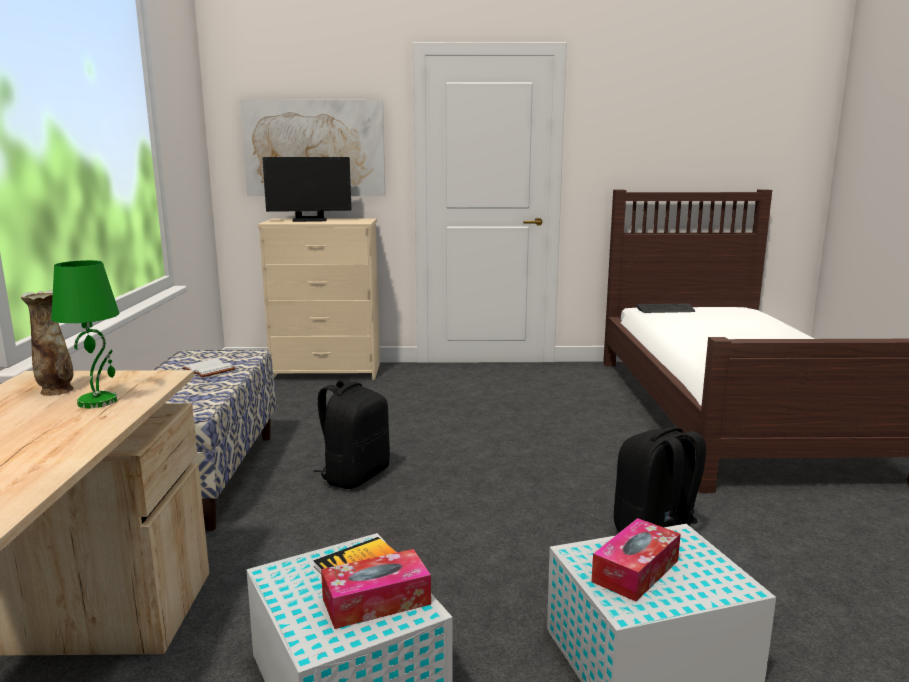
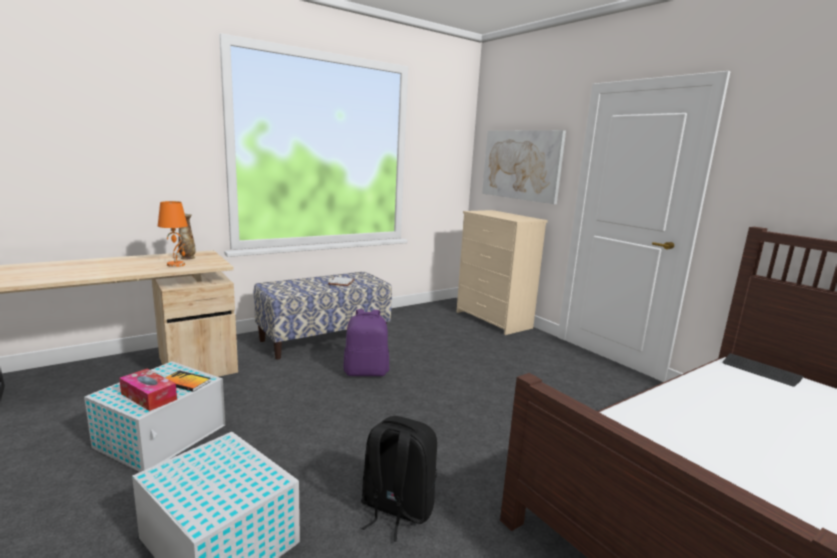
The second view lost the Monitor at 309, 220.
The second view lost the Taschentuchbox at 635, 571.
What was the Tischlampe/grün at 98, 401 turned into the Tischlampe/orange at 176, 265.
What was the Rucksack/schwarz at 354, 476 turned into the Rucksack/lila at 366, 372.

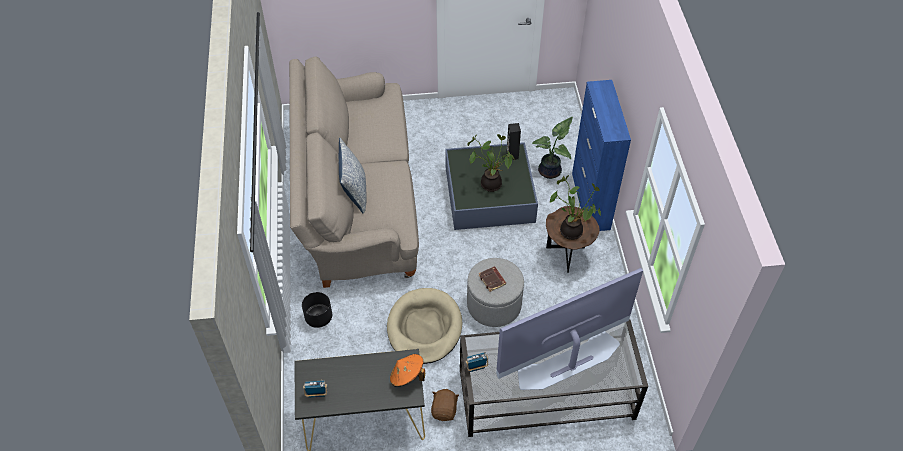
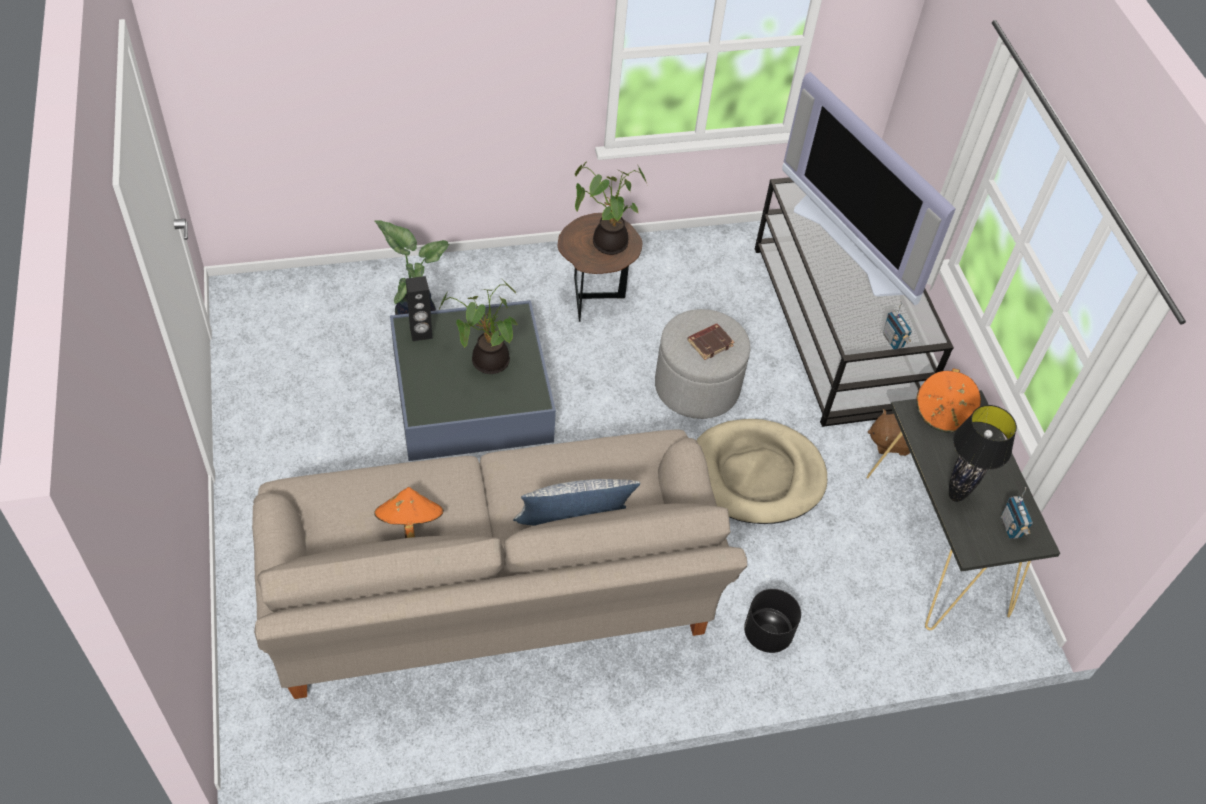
The second view lost the Schrank/blau at 590, 201.
The second view gained the Hut/orange at 409, 524.
The second view gained the Tischlampe/schwarz at 955, 496.

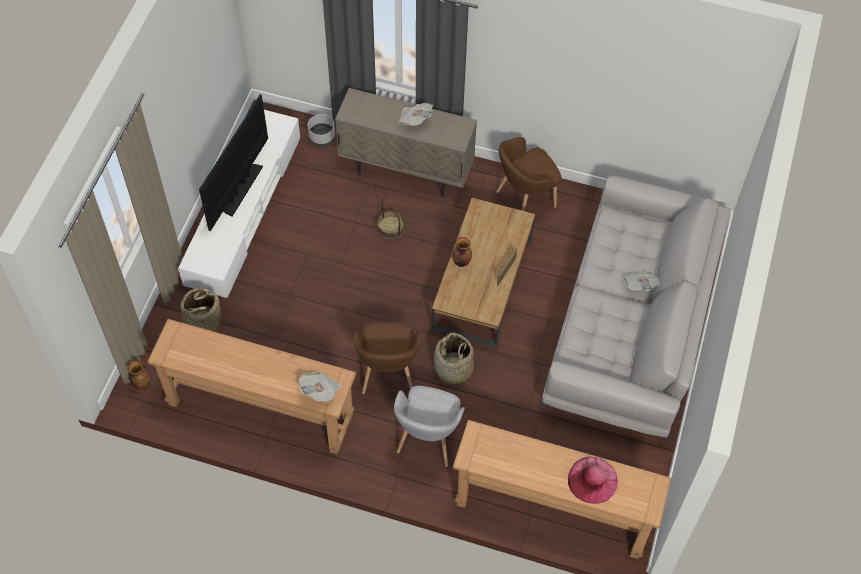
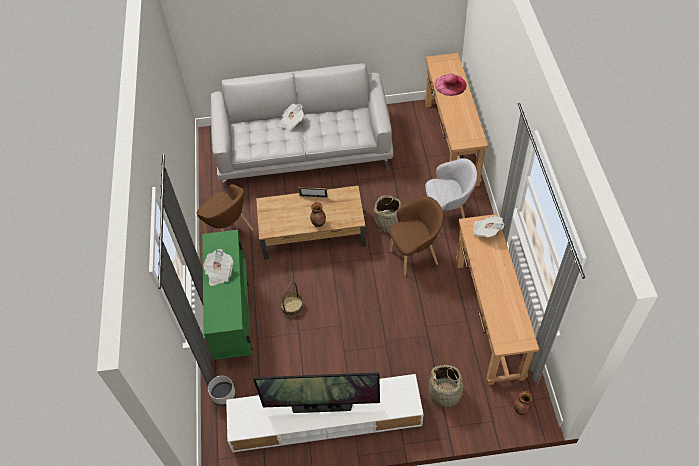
What was the Schrank/beige at 406, 172 turned into the Schrank/grün at 234, 318.

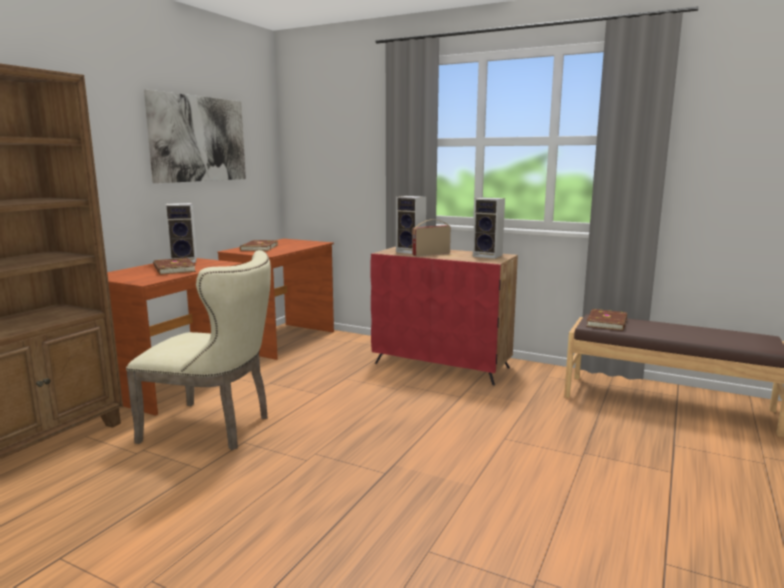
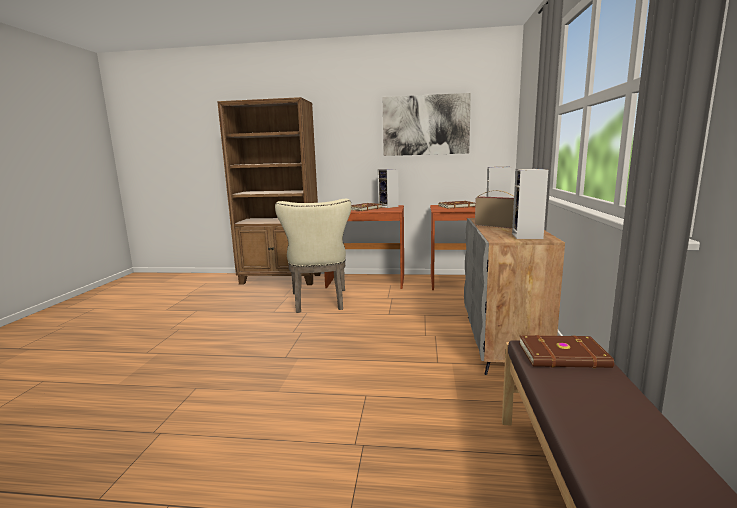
What was the Schrank/rot at 442, 365 turned into the Schrank/grau at 502, 342.

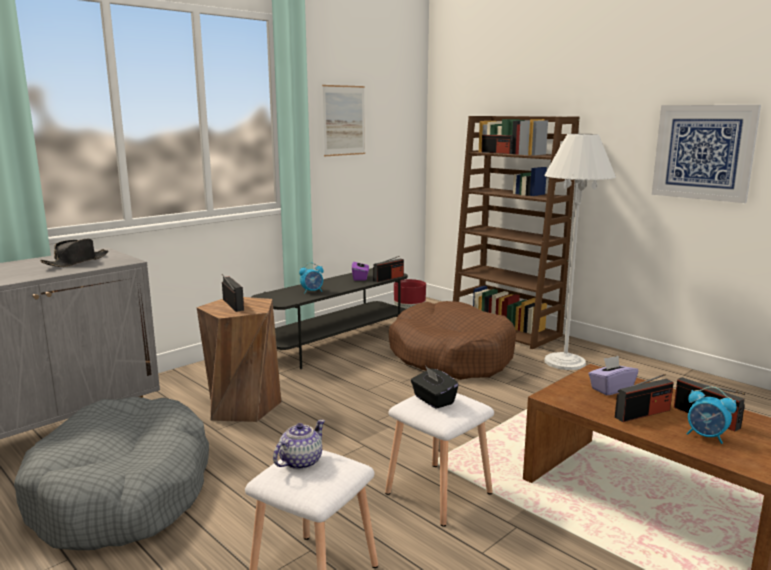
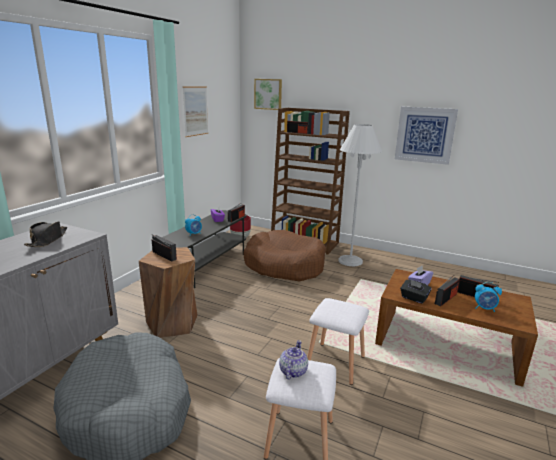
The second view gained the Bild at 268, 94.
The Taschentuchbox/schwarz ended up elsewhere, having gone from 433, 400 to 414, 298.

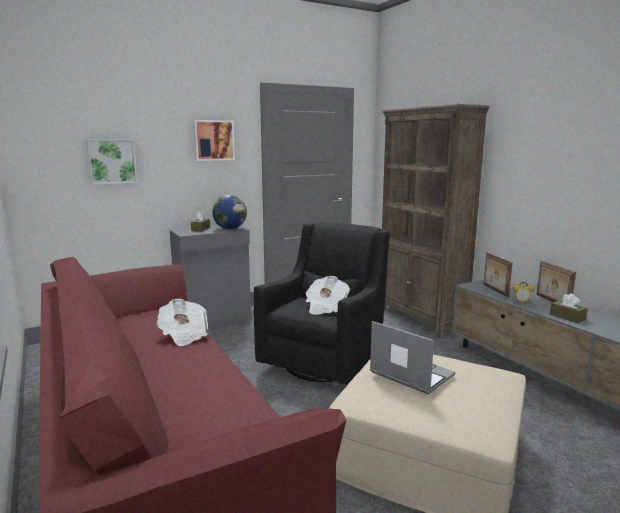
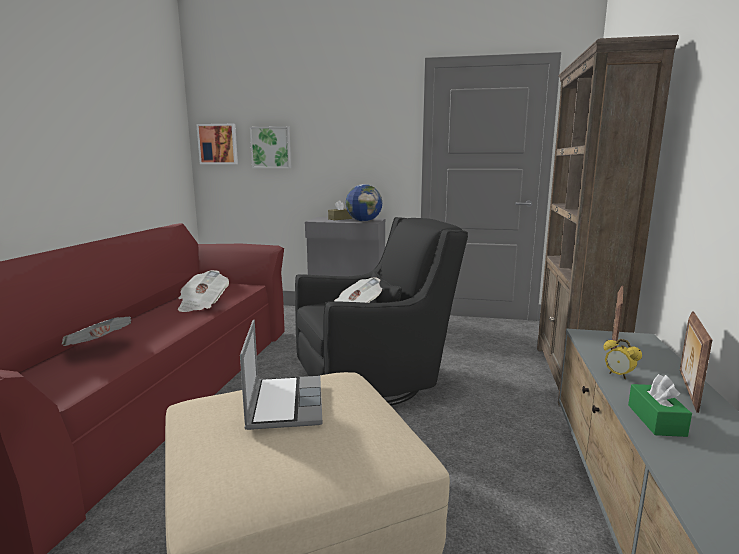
The second view gained the Zeitung at 99, 348.
The Bild ended up elsewhere, having gone from 213, 140 to 218, 144.
What was the Taschentuchbox/braun at 567, 317 turned into the Taschentuchbox/grün at 656, 420.

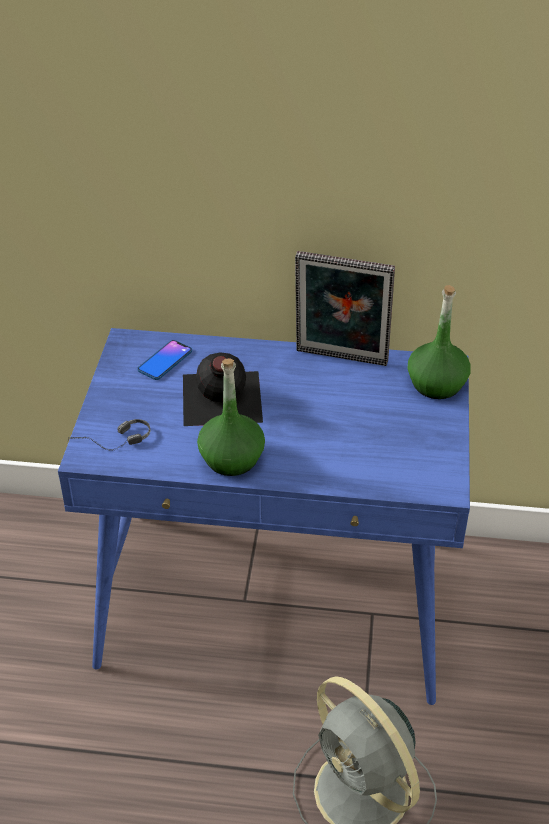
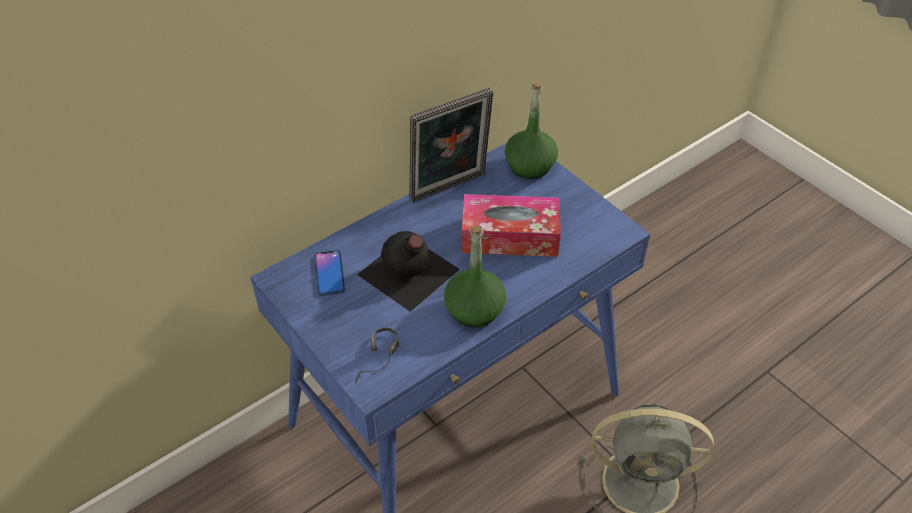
The second view gained the Taschentuchbox at 509, 236.

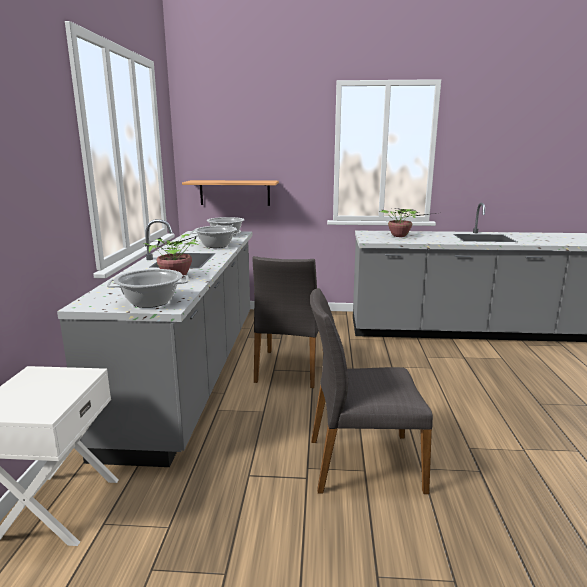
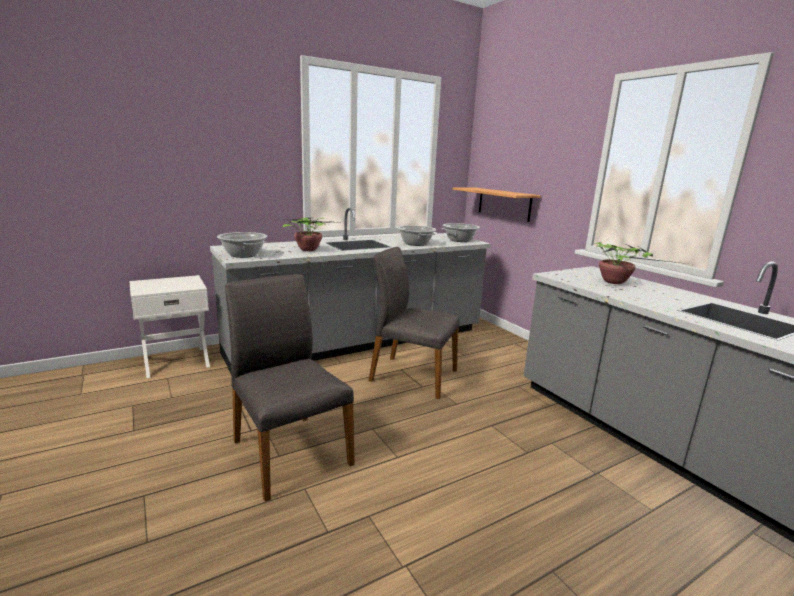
The Stuhl/grau at 290, 369 ended up facing another way, 45 degrees clockwise from before.

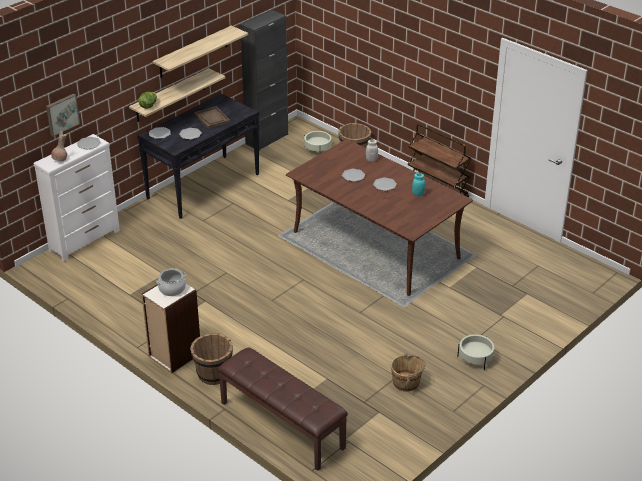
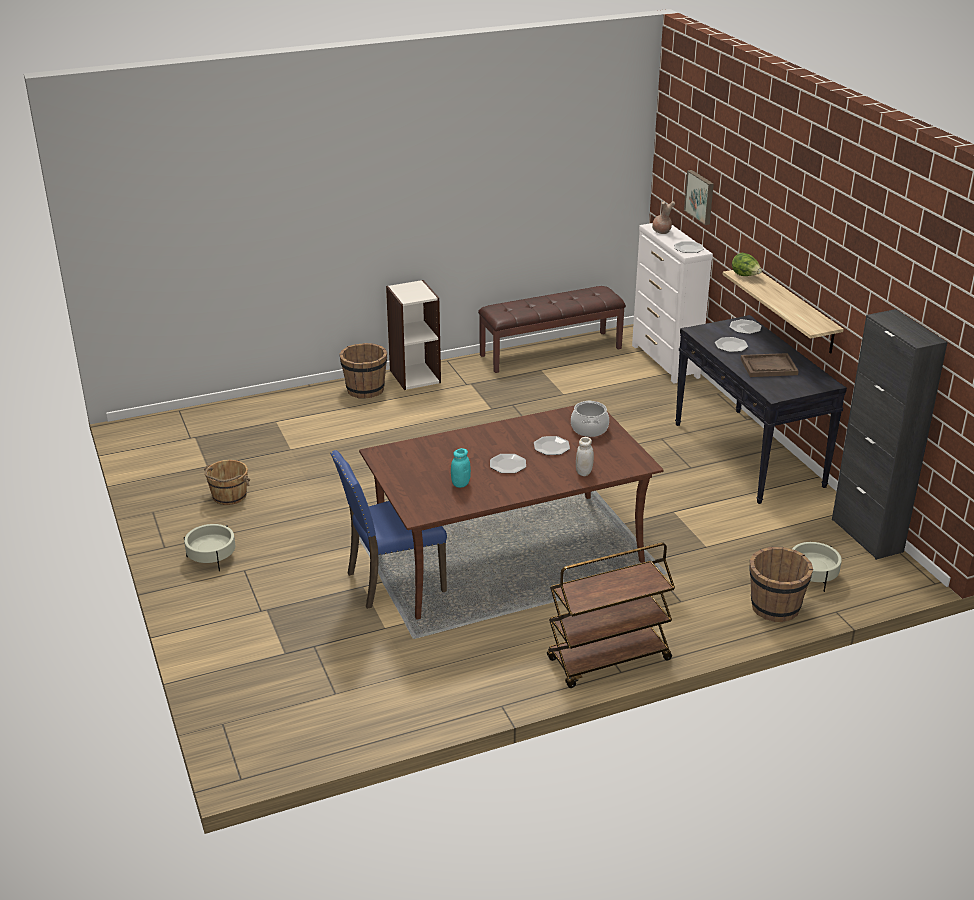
The second view lost the Wandregal at 193, 52.
The second view gained the Stuhl/blau at 393, 581.
The Kochtopf ended up elsewhere, having gone from 172, 289 to 589, 429.
The Bank/braun ended up elsewhere, having gone from 281, 425 to 550, 351.

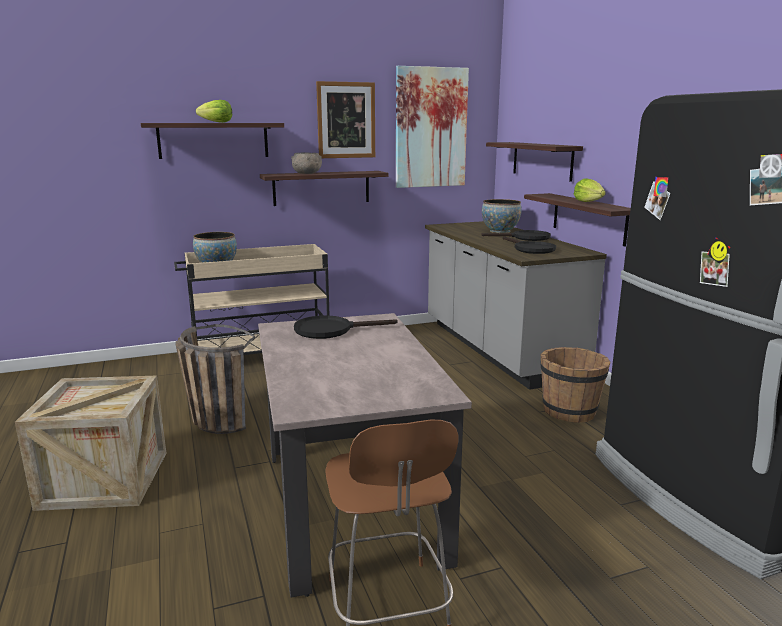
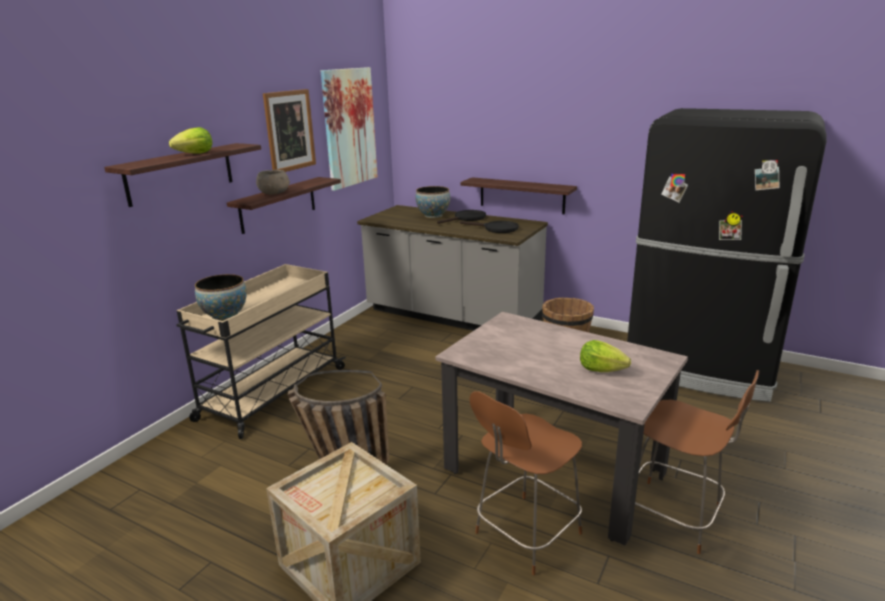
The second view lost the Pfanne/schwarz at 331, 330.
The second view lost the Wandregal at 542, 160.
The second view gained the Stuhl/braun at 525, 535.
The Salatkopf ended up elsewhere, having gone from 588, 202 to 601, 370.

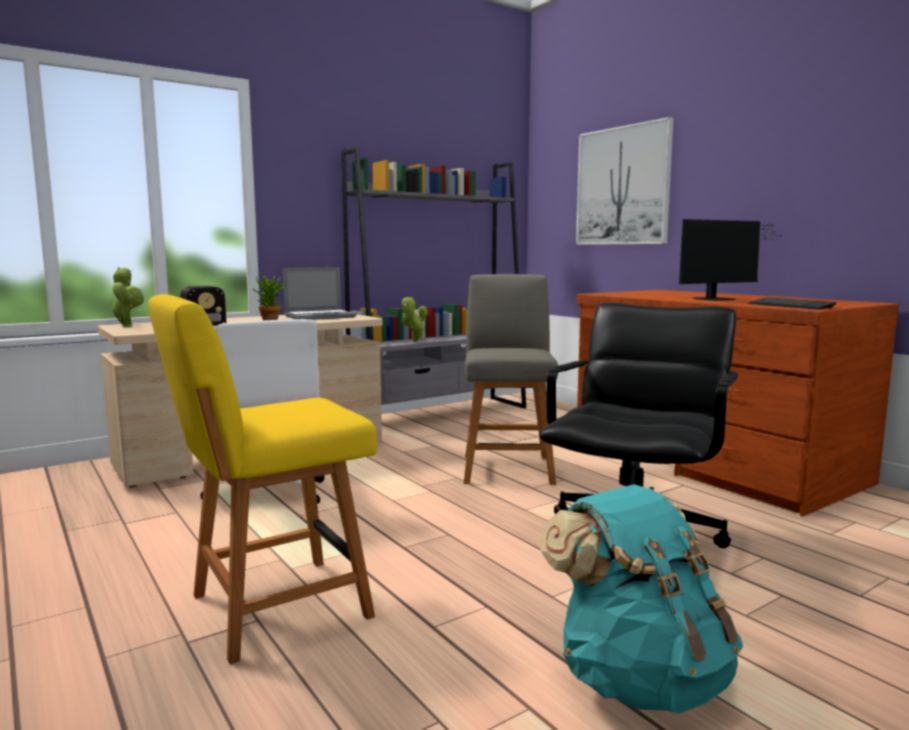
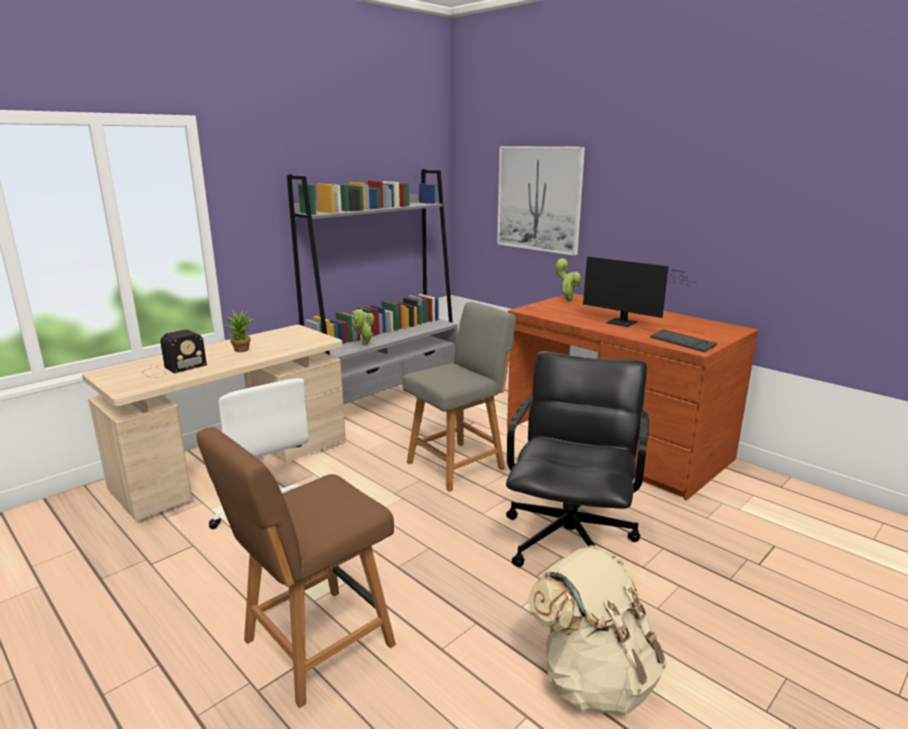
The second view lost the Laptop at 320, 316.
The Topfpflanze ended up elsewhere, having gone from 127, 325 to 567, 301.
What was the Stuhl/gelb at 273, 608 turned into the Stuhl/braun at 314, 645.
What was the Rucksack/türkis at 638, 678 turned into the Rucksack/beige at 594, 678.
The Stuhl/grau at 507, 468 ended up facing another way, 60 degrees clockwise from before.
The Monitor at 719, 299 ended up facing another way, 75 degrees clockwise from before.

